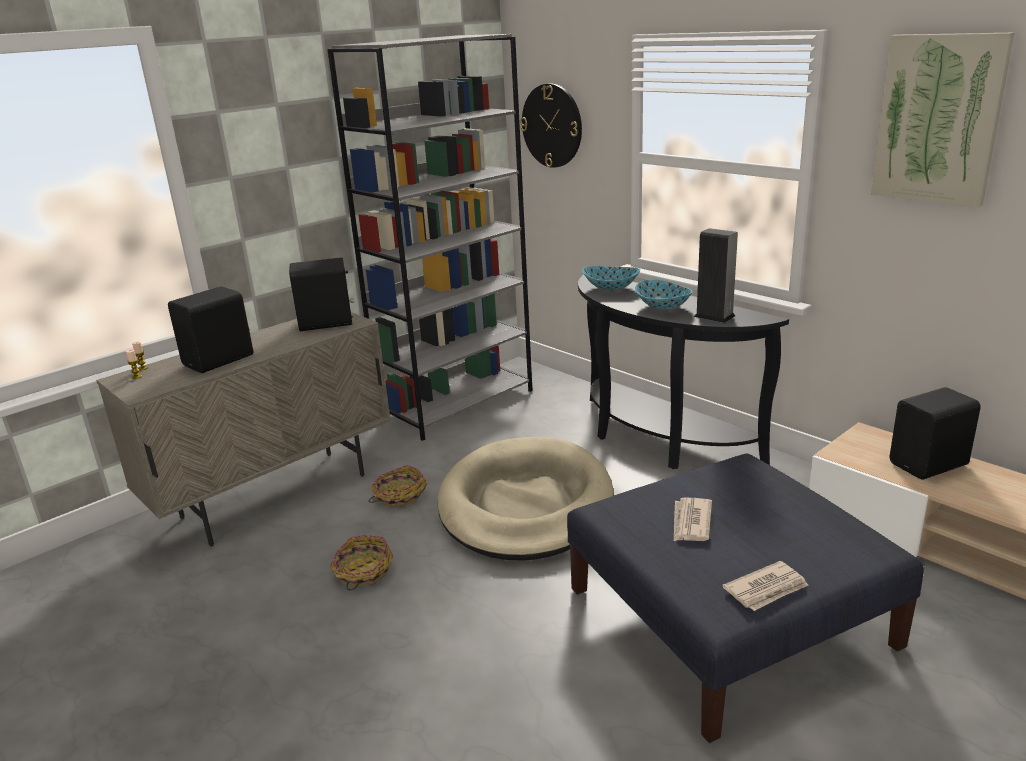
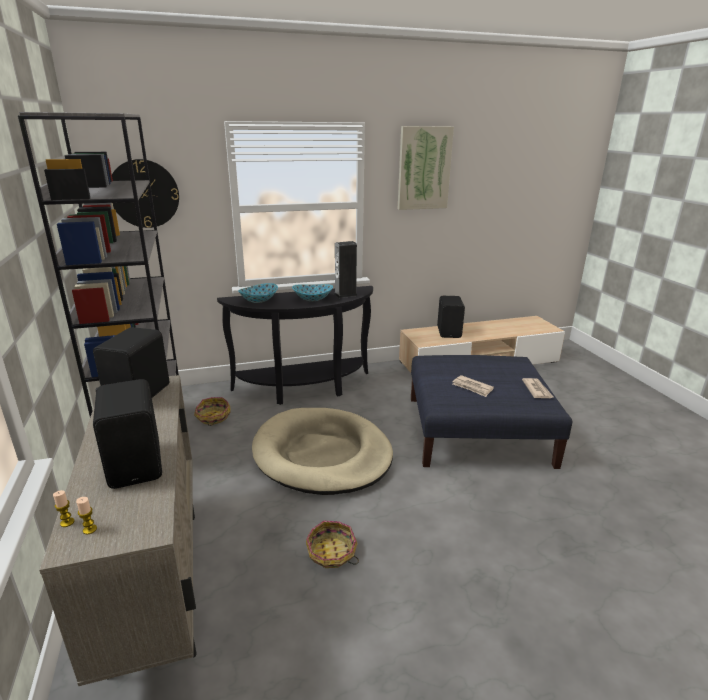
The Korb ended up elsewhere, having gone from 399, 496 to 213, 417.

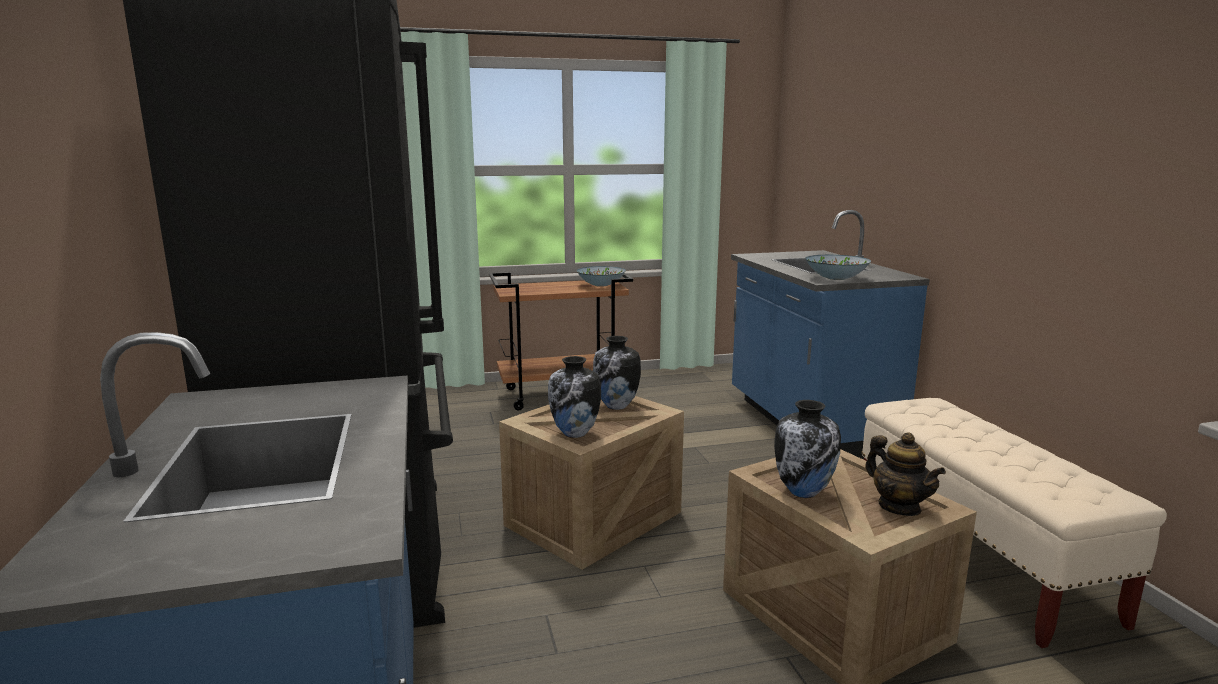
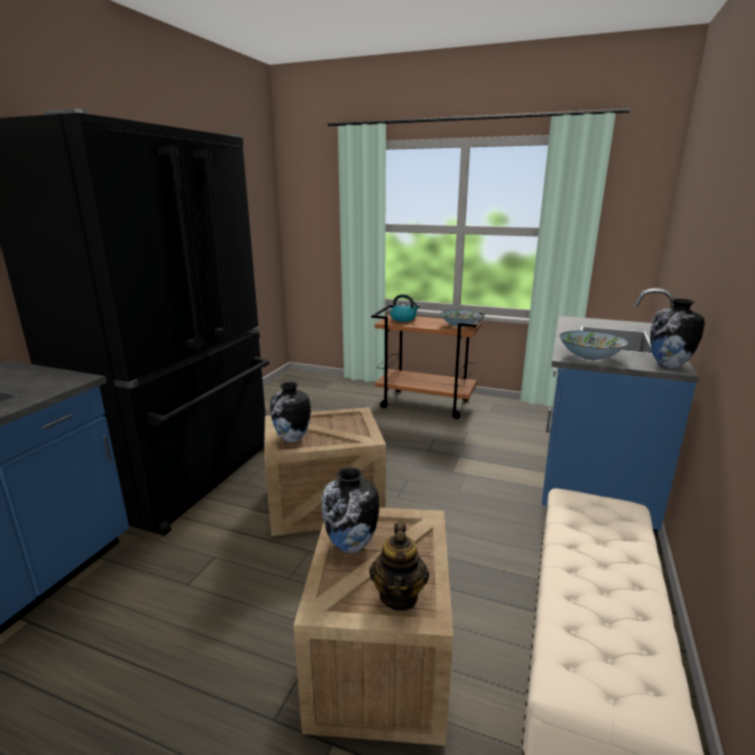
The second view gained the Wasserkessel at 403, 319.
The Vase ended up elsewhere, having gone from 616, 406 to 668, 365.

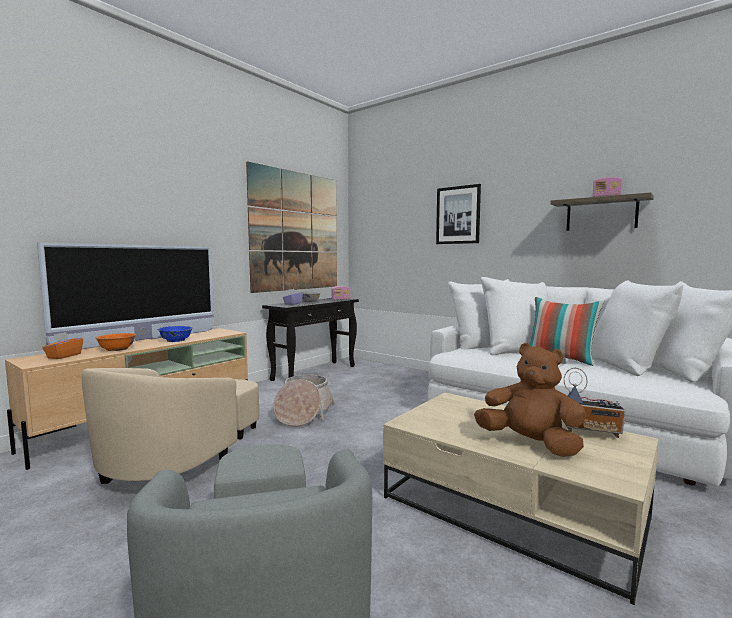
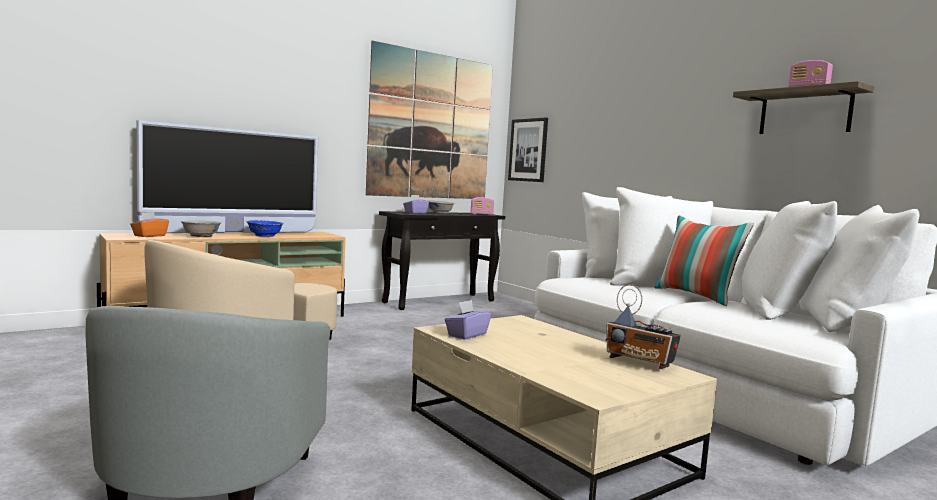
The second view lost the Korb at 303, 414.
The second view lost the Plüschtier/braun at 530, 444.
The second view gained the Taschentuchbox/lila at 466, 335.
The Bild ended up elsewhere, having gone from 458, 215 to 528, 150.
What was the Schüssel/orange at 117, 349 turned into the Schüssel/weiß at 201, 236.

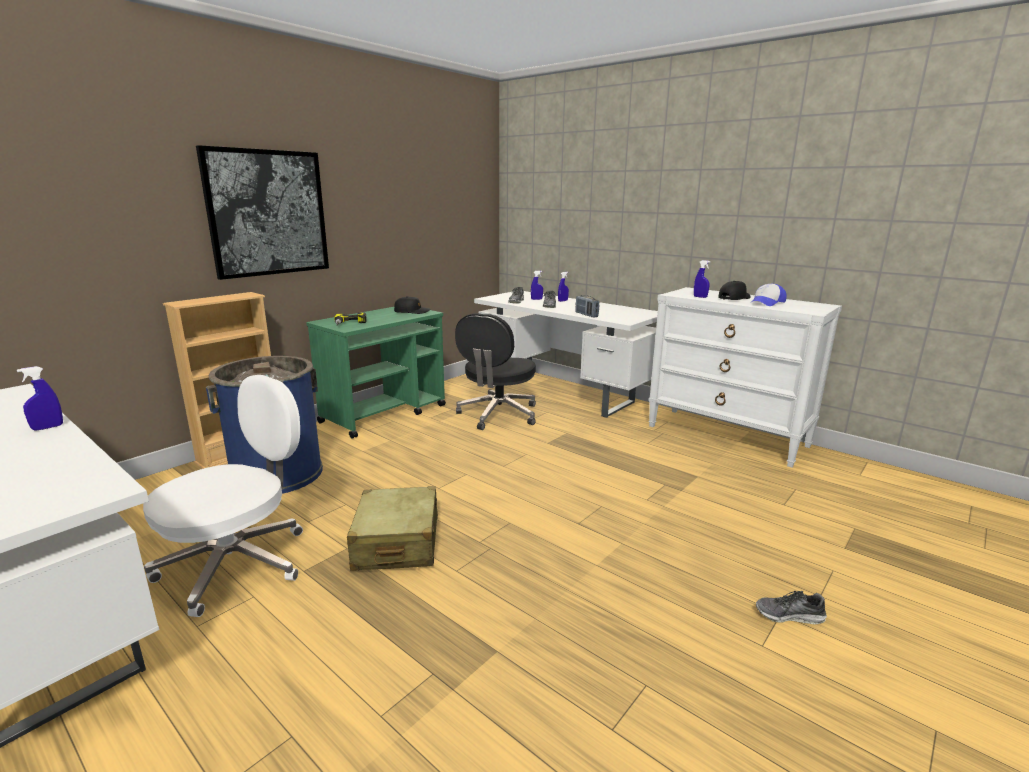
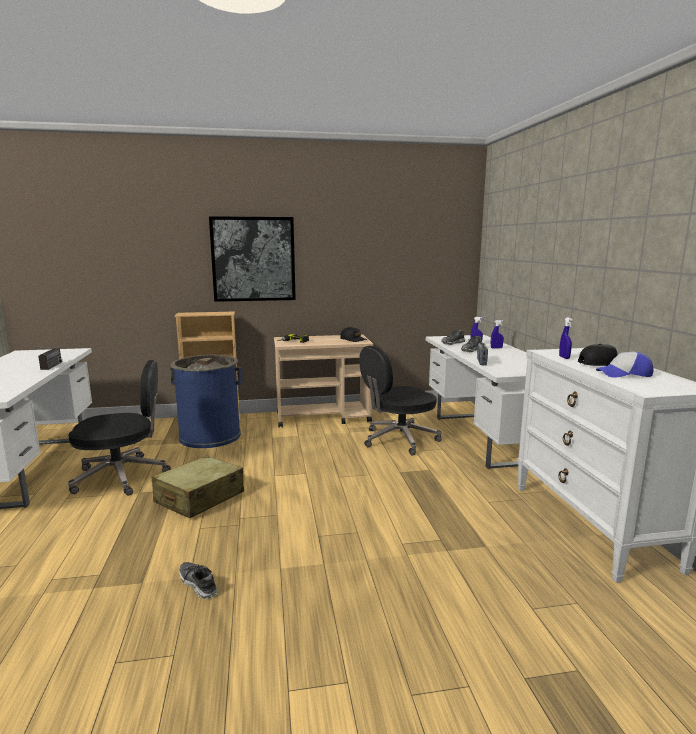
The Schuh ended up elsewhere, having gone from 789, 615 to 198, 585.
Where the Sprühflasche/blau stood at 47, 427, the Radio came to stand at 48, 368.
What was the Bürostuhl/weiß at 238, 563 turned into the Bürostuhl/schwarz at 122, 476.
What was the Rollwagen/grün at 385, 413 turned into the Rollwagen/beige at 323, 417.

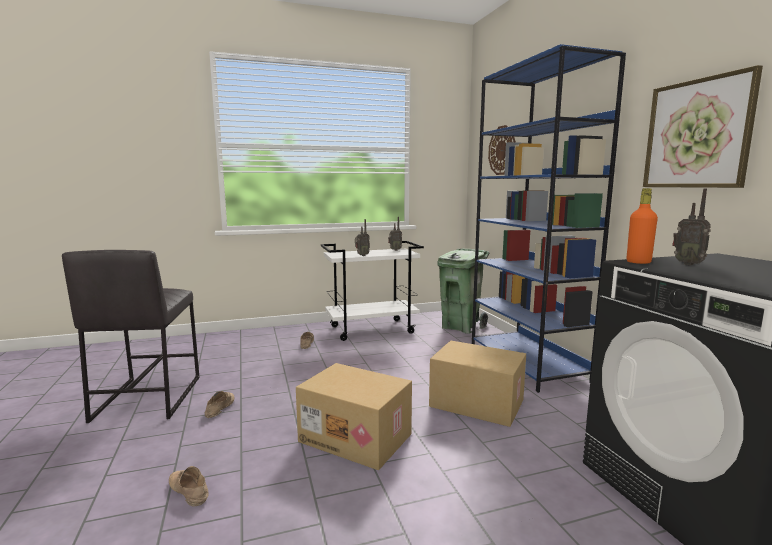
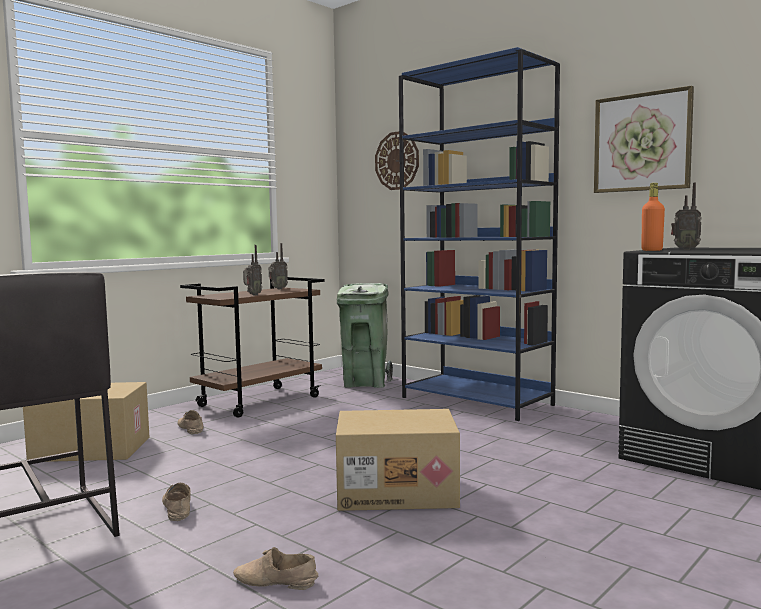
The Karton ended up elsewhere, having gone from 475, 404 to 89, 449.
What was the Rollwagen/weiß at 372, 329 turned into the Rollwagen/braun at 259, 401.

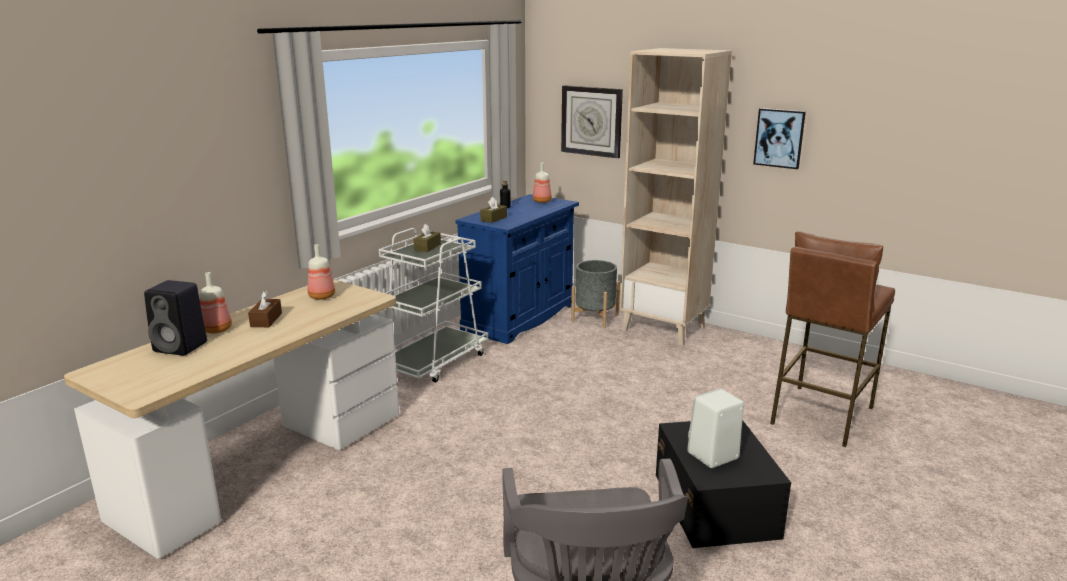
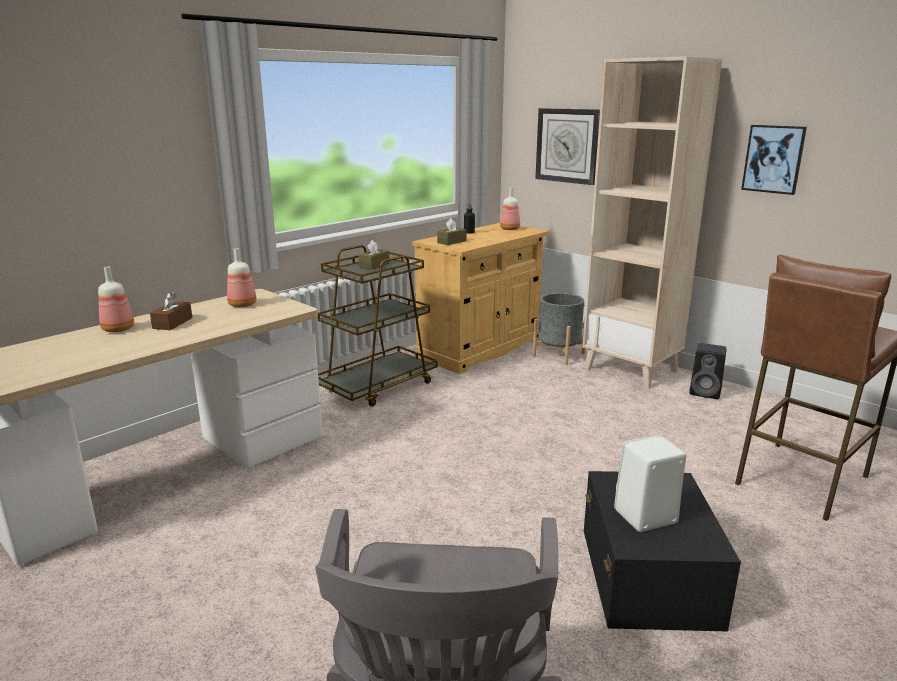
The Lautsprecher/schwarz ended up elsewhere, having gone from 182, 347 to 706, 392.
What was the Rollwagen/weiß at 434, 361 turned into the Rollwagen/braun at 378, 386.
What was the Schrank/blau at 520, 317 turned into the Schrank/beige at 480, 348.

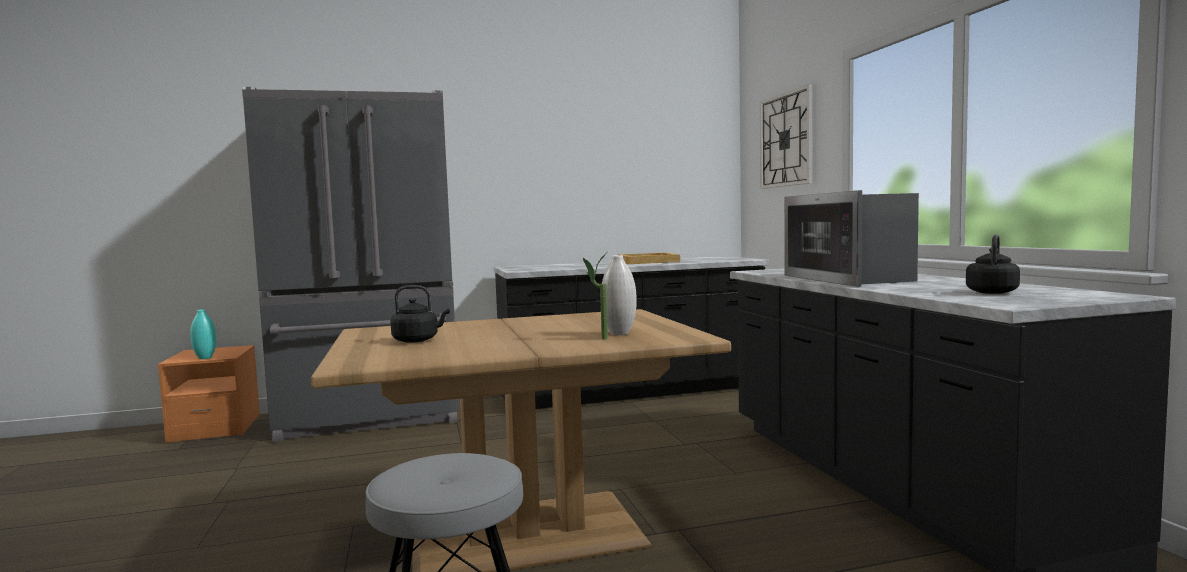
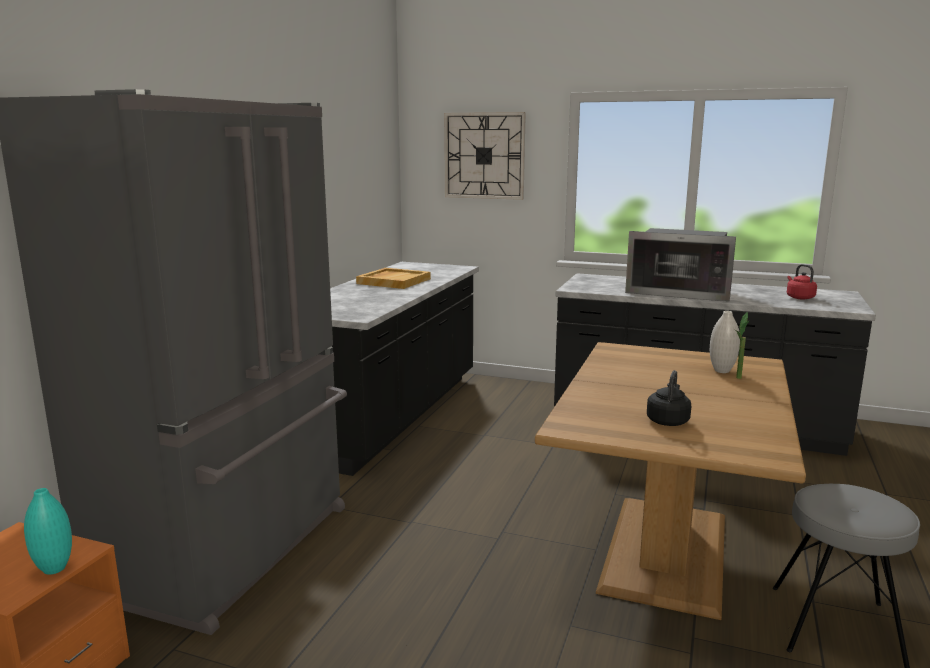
What was the Wasserkessel/schwarz at 992, 292 turned into the Wasserkessel/rot at 799, 297.

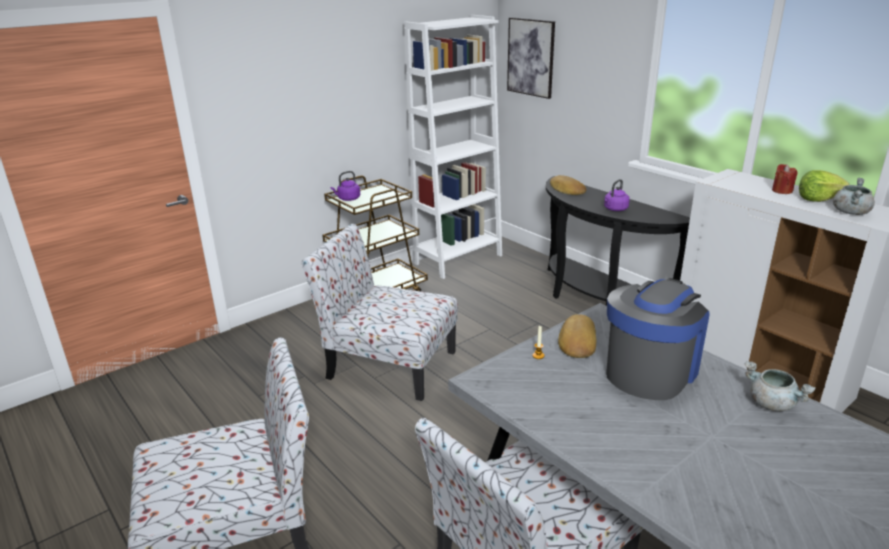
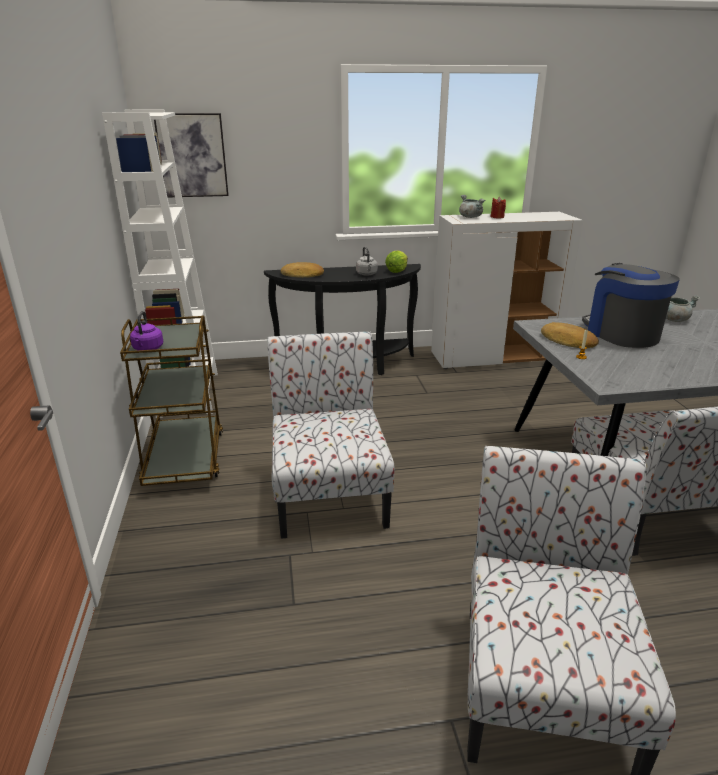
The Salatkopf ended up elsewhere, having gone from 818, 199 to 397, 271.
The Kochtopf/grau ended up elsewhere, having gone from 850, 212 to 470, 217.
What was the Wasserkessel/lila at 615, 209 turned into the Wasserkessel/grau at 367, 274.
The Stuhl at 388, 364 ended up facing another way, 120 degrees clockwise from before.

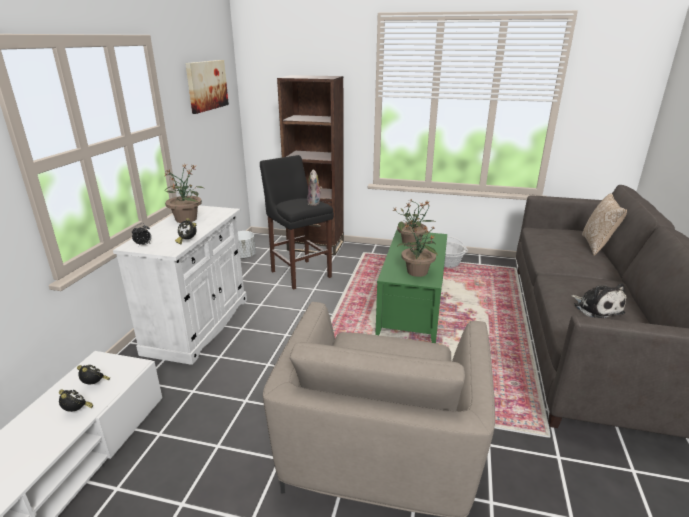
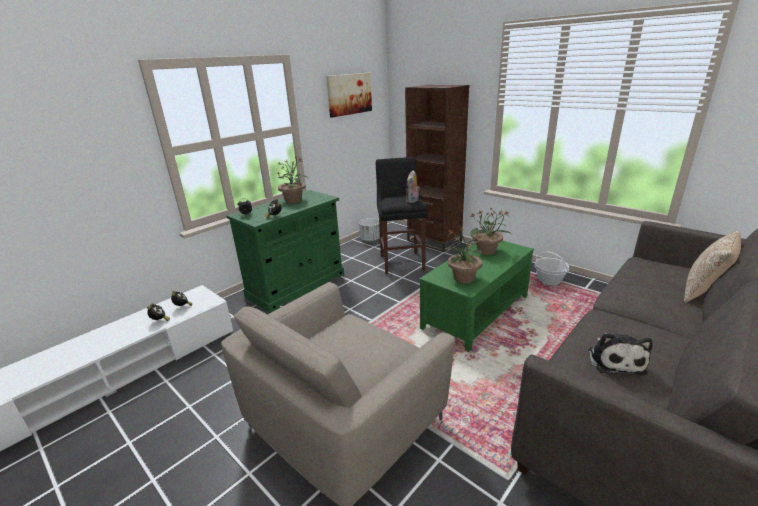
What was the Schrank/weiß at 198, 325 turned into the Schrank/grün at 296, 285.

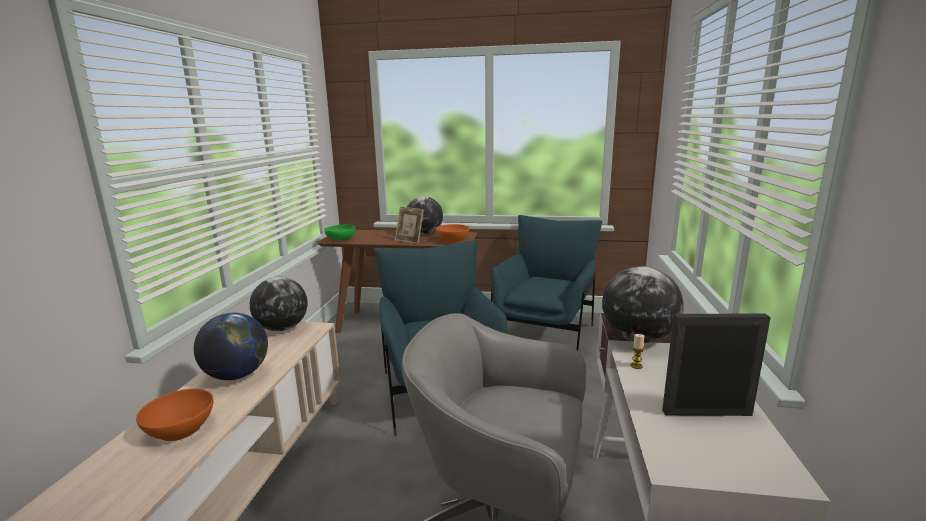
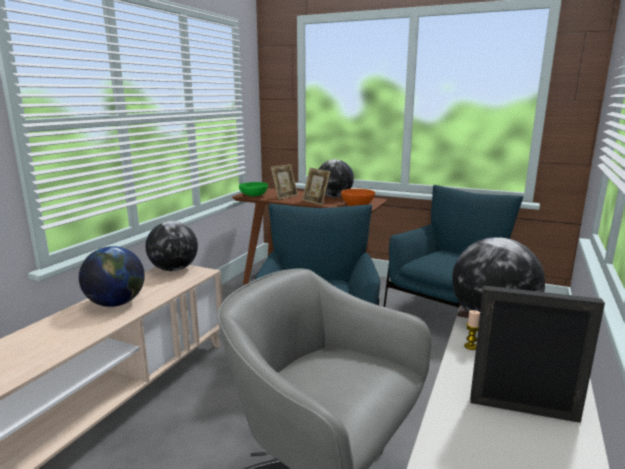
The second view lost the Schüssel/orange at 180, 429.
The second view gained the Bilderrahmen at 285, 196.

